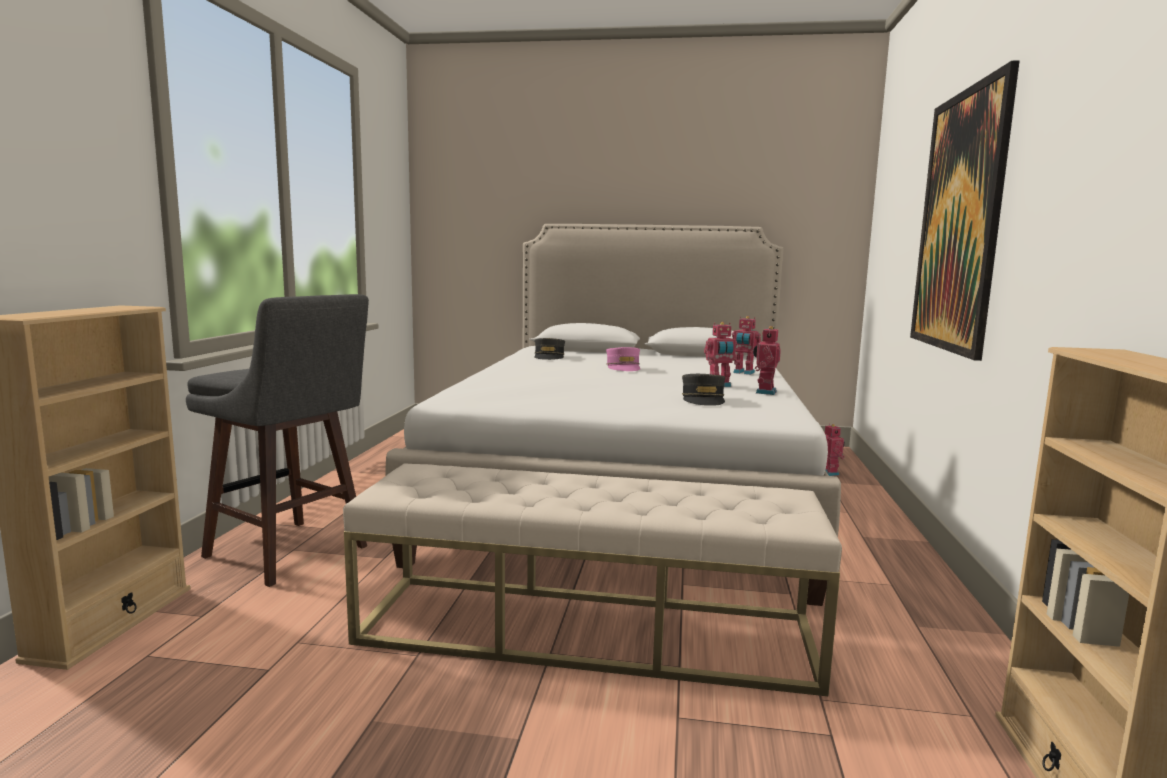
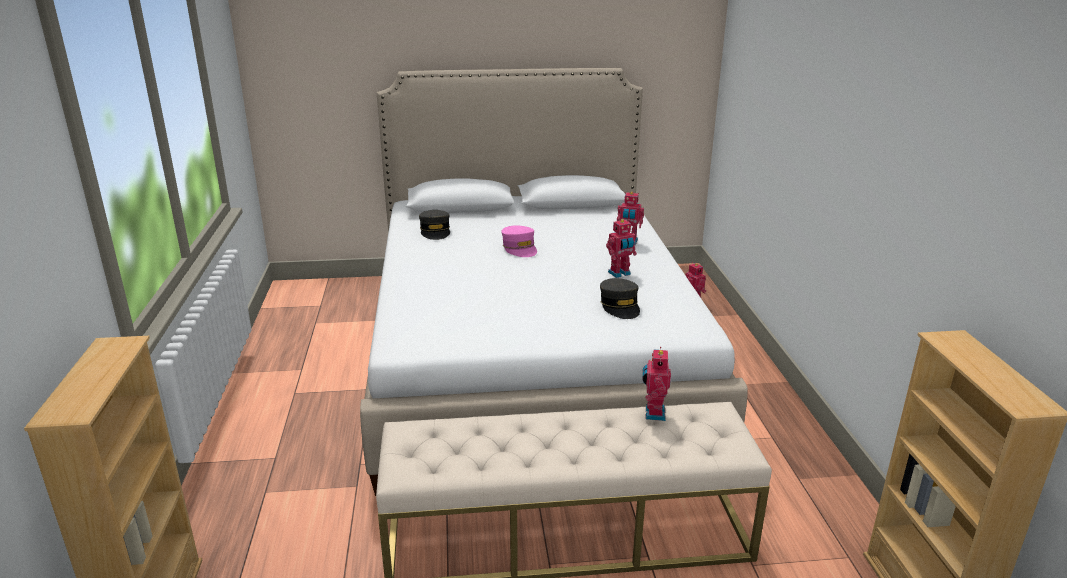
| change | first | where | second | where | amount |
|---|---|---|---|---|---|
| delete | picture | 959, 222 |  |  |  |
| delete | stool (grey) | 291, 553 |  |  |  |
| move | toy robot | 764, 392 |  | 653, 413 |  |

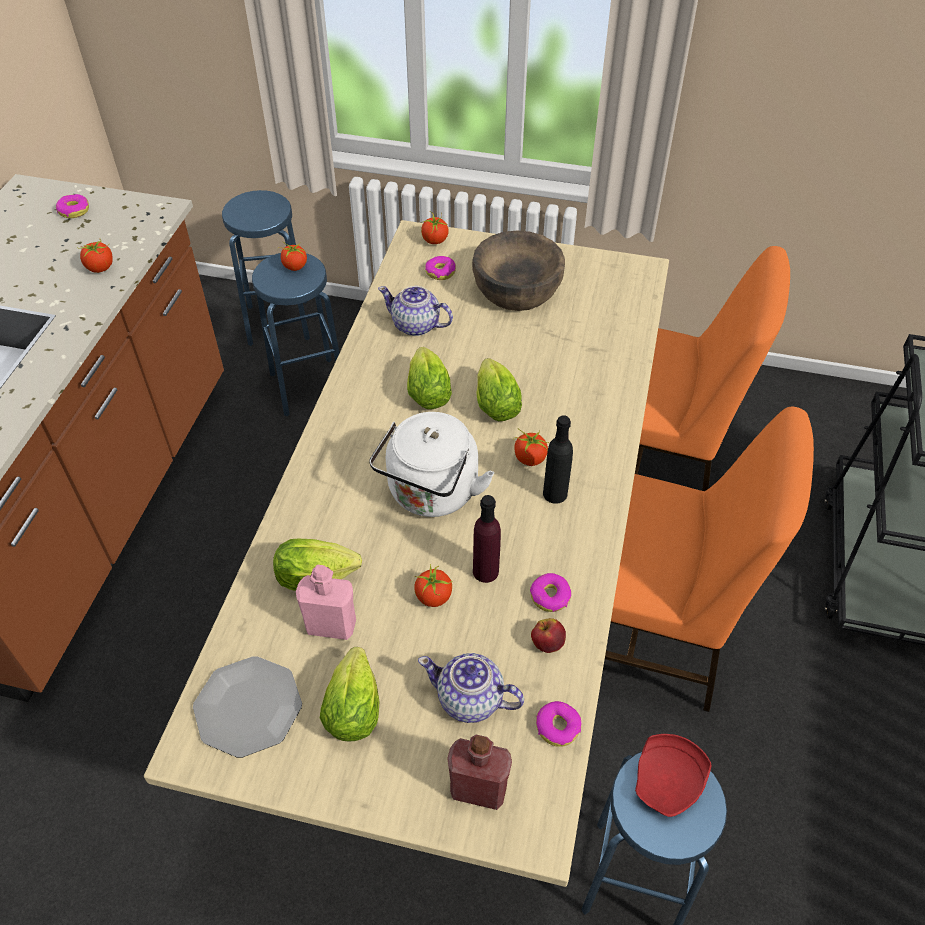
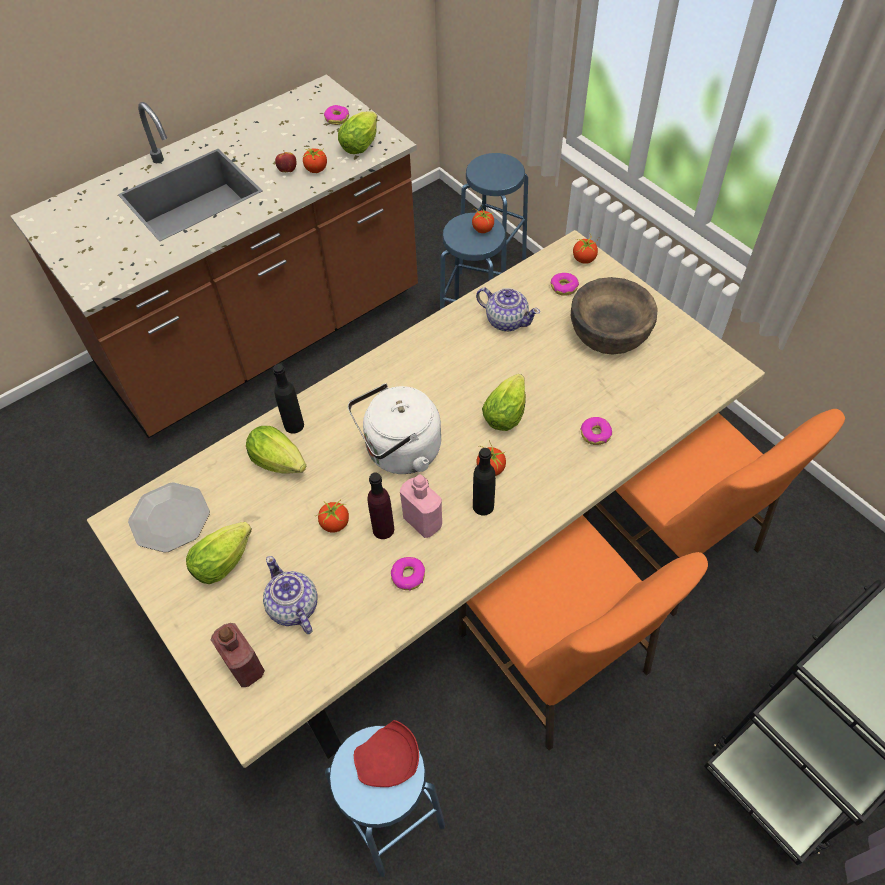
| change | first | where | second | where | amount |
|---|---|---|---|---|---|
| rotate | teapot | 416, 325 |  | 506, 320 | 150 degrees clockwise |
| move | lettuce | 427, 390 |  | 362, 144 |  |
| move | bottle (pink) | 331, 625 |  | 422, 522 |  |
| move | apple | 547, 643 |  | 287, 170 |  |
| move | donut | 558, 727 |  | 595, 434 |  |
| insert |  |  | bottle (black) | 294, 425 |  |

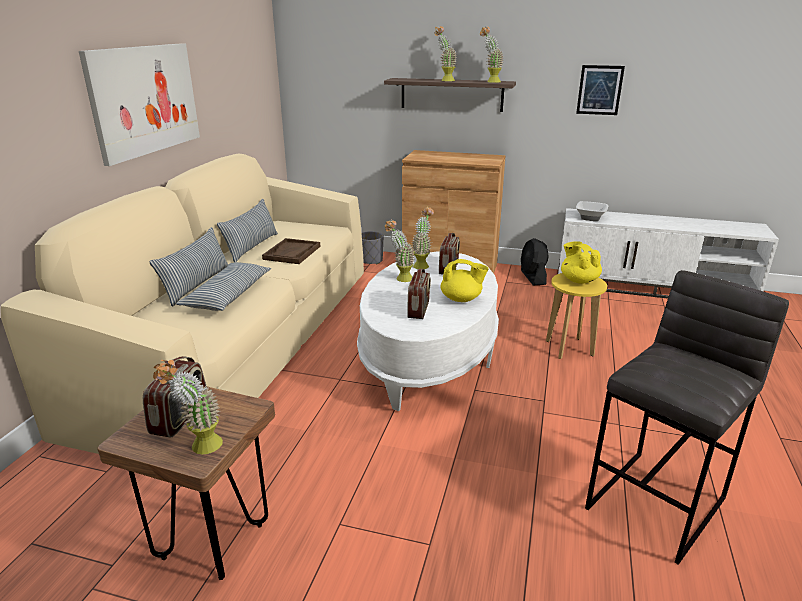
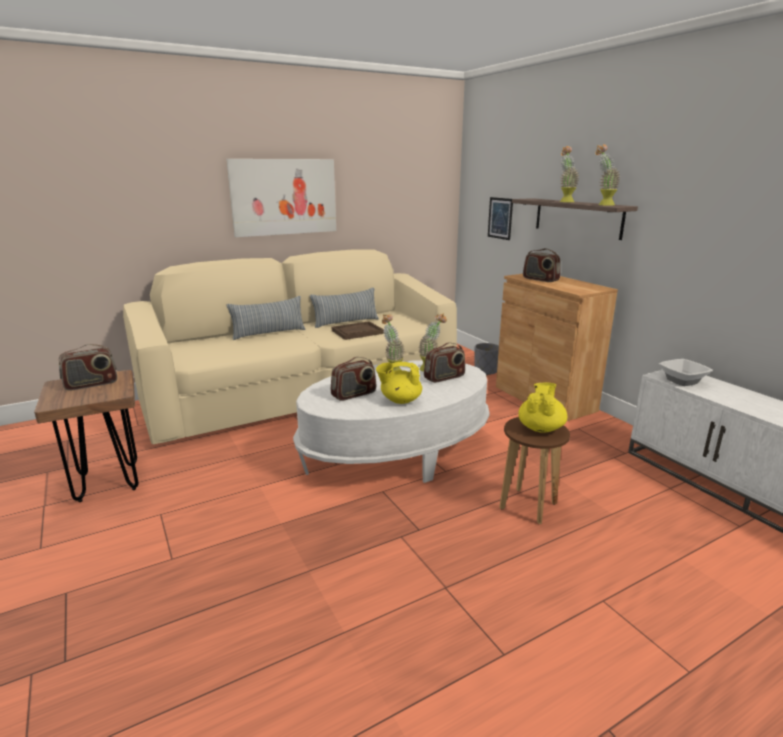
| change | first | where | second | where | amount |
|---|---|---|---|---|---|
| move | picture | 599, 90 |  | 500, 218 |  |
| delete | fan (black) | 533, 277 |  |  |  |
| rotate | teapot (yellow) | 461, 299 |  | 400, 400 | 120 degrees clockwise |
| delete | pillow | 228, 295 |  |  |  |
| delete | stool (grey) | 658, 503 |  |  |  |
| recolor | stool (yellow) | 569, 348 | stool (brown) | 528, 506 |  |
| delete | potted plant | 199, 448 |  |  |  |
| insert |  |  | radio | 540, 279 |  |

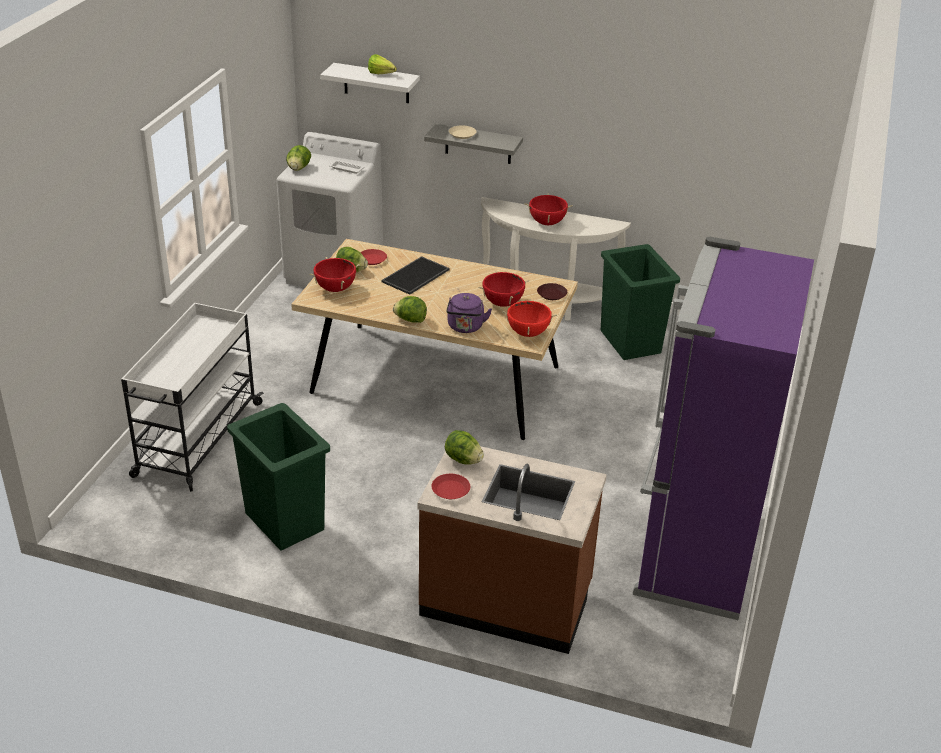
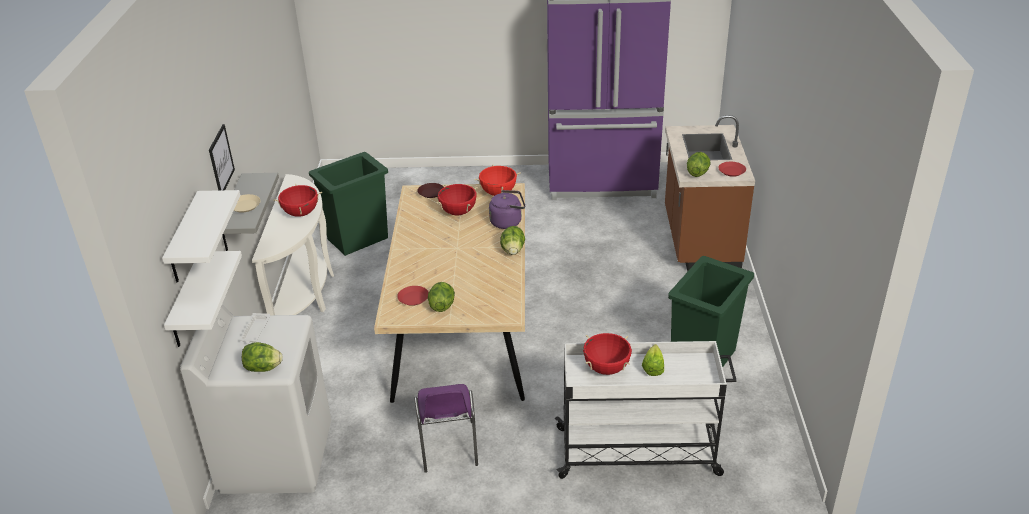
| change | first | where | second | where | amount |
|---|---|---|---|---|---|
| move | lettuce | 383, 75 |  | 654, 366 |  |
| delete | tray | 416, 276 |  |  |  |
| move | cooking pot (red) | 335, 288 |  | 606, 368 |  |
| insert |  |  | picture | 221, 160 |  |
| insert |  |  | shelf (white) | 186, 302 |  |
| insert |  |  | chair (purple) | 448, 448 |  |

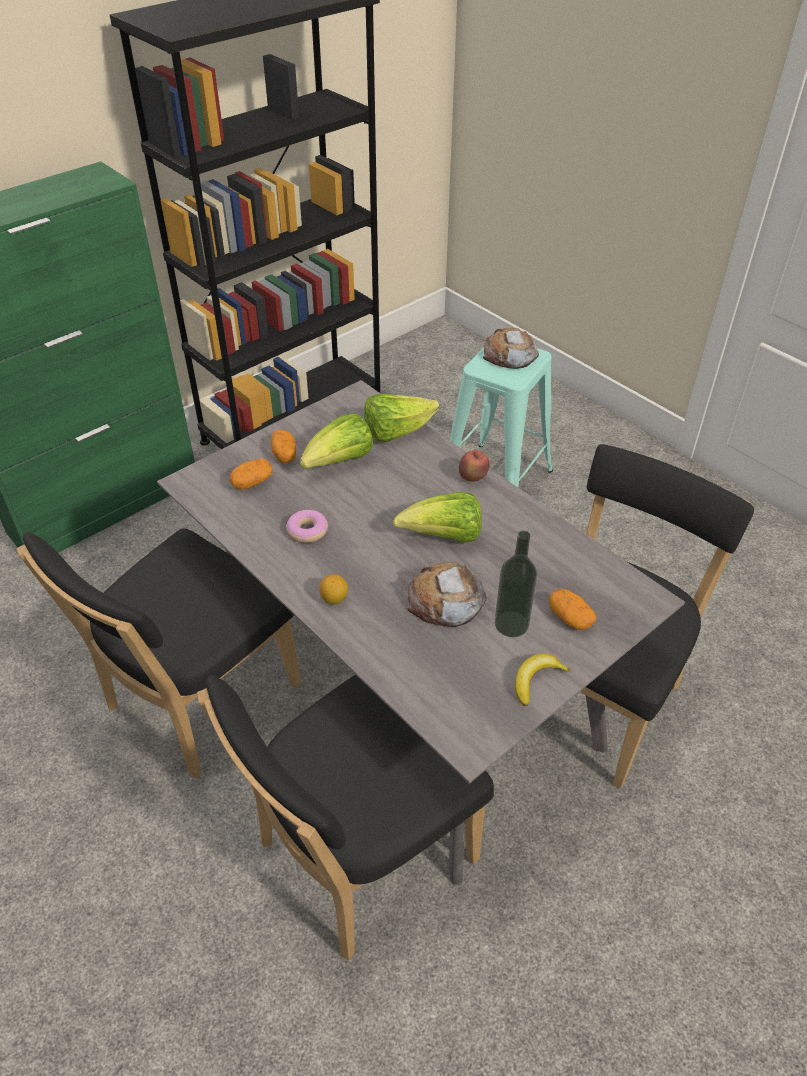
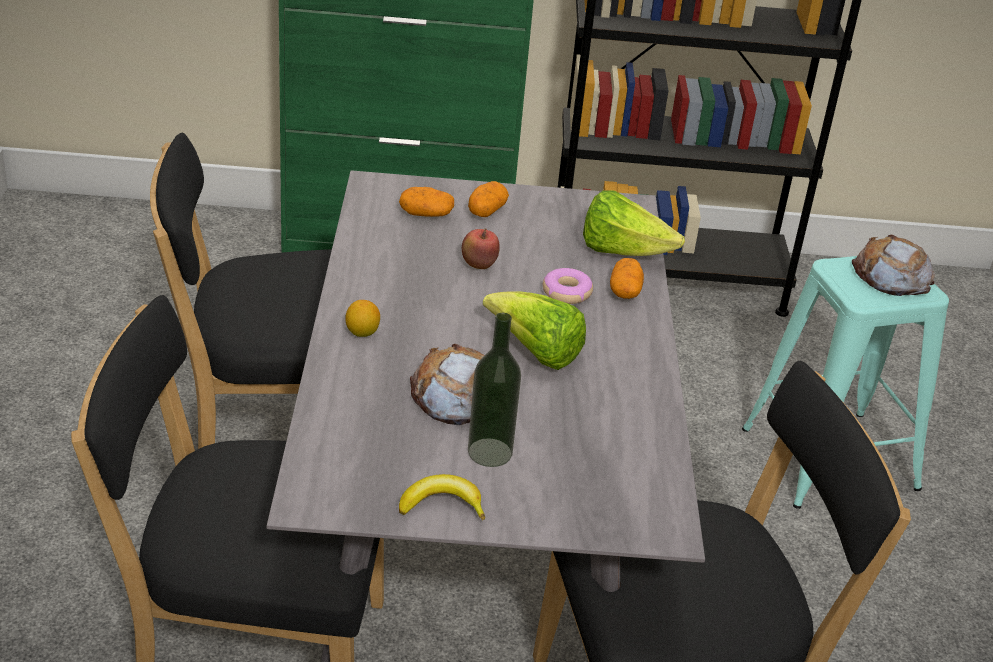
| change | first | where | second | where | amount |
|---|---|---|---|---|---|
| delete | lettuce | 340, 462 |  |  |  |
| move | apple | 473, 478 |  | 479, 266 |  |
| move | donut | 307, 531 |  | 566, 292 |  |
| move | potato | 569, 618 |  | 625, 291 |  |

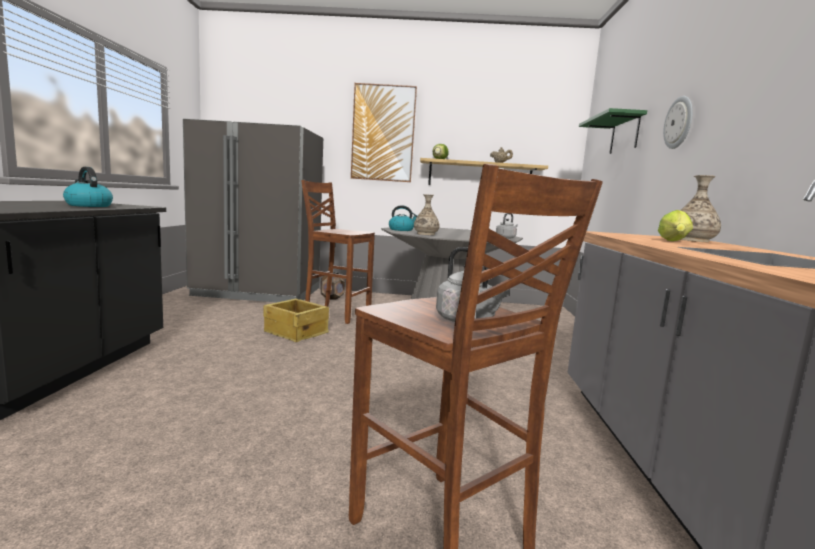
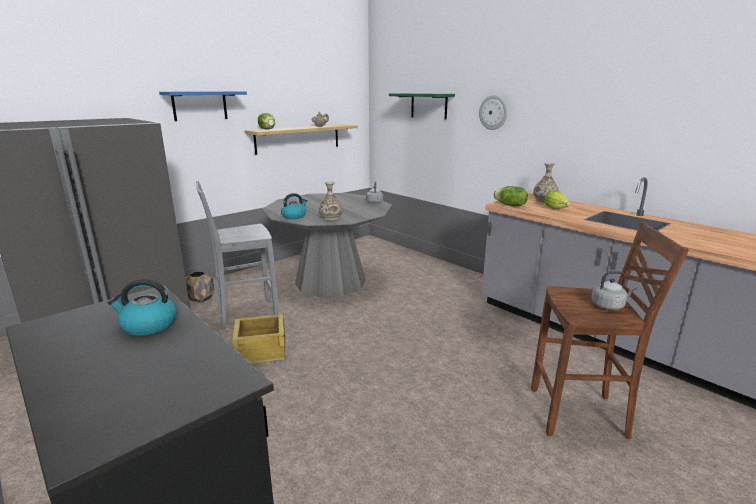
| change | first | where | second | where | amount |
|---|---|---|---|---|---|
| replace | picture | 383, 133 | shelf (blue) | 200, 105 |  |
| recolor | stool (brown) | 336, 313 | stool (grey) | 245, 315 |  |
| insert |  |  | lettuce | 510, 205 |  |

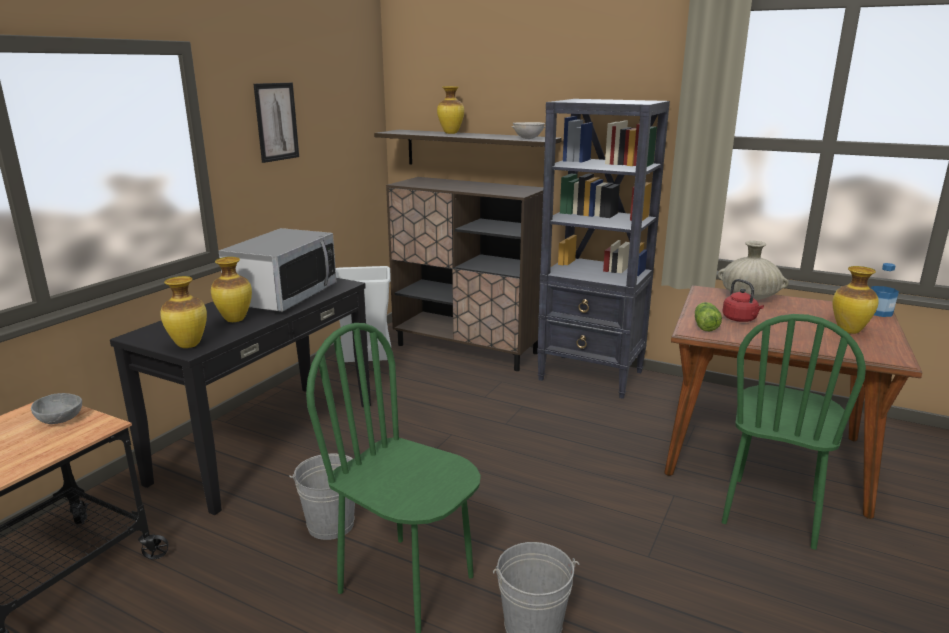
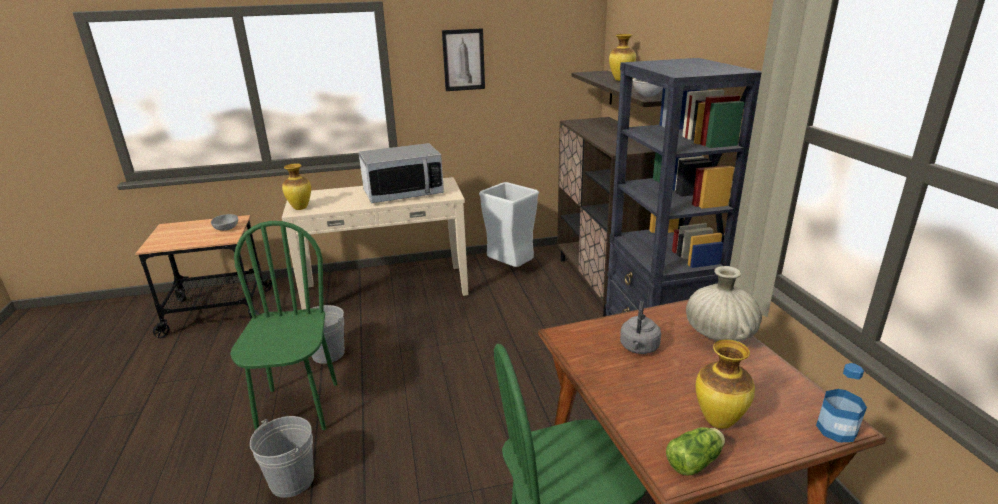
| change | first | where | second | where | amount |
|---|---|---|---|---|---|
| delete | vase | 235, 320 |  |  |  |
| recolor | console table (black) | 267, 441 | console table (beige) | 386, 289 |  |
| recolor | kettle (red) | 740, 319 | kettle (grey) | 639, 348 |  |
| move | lettuce | 705, 325 |  | 696, 461 |  |

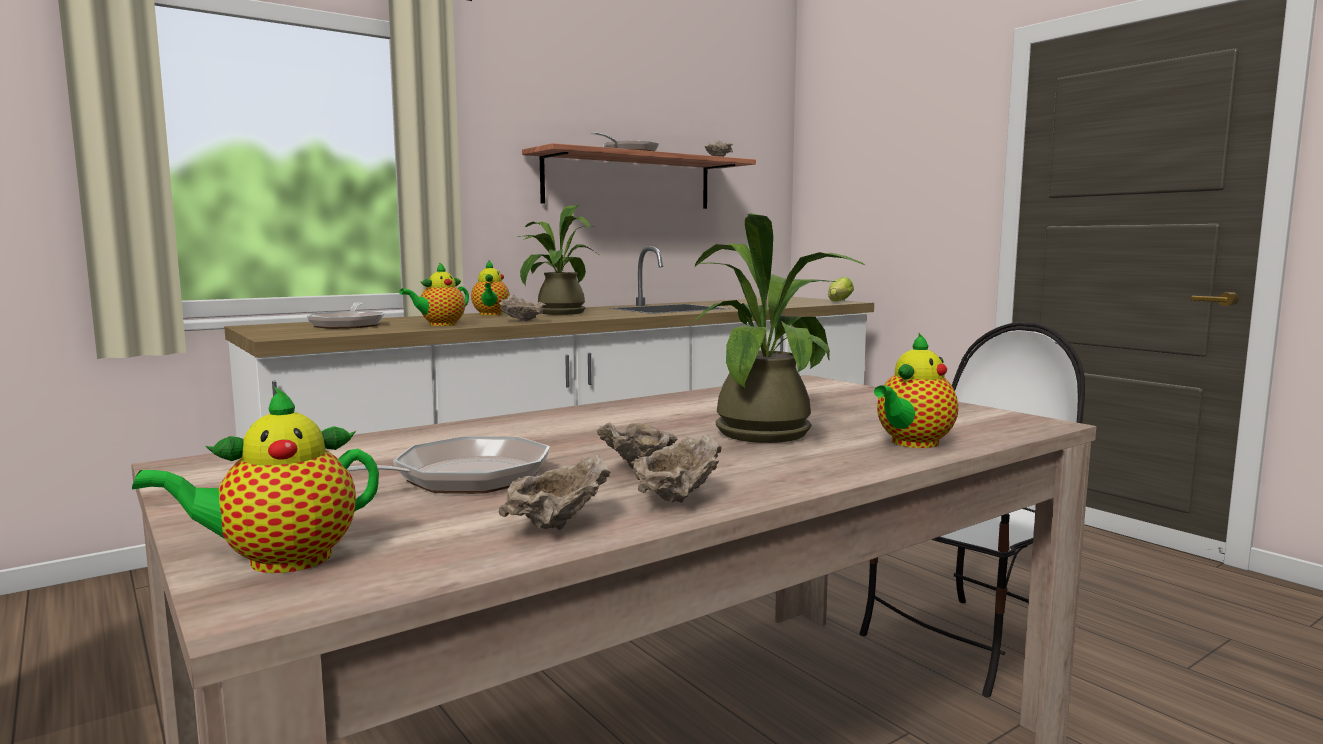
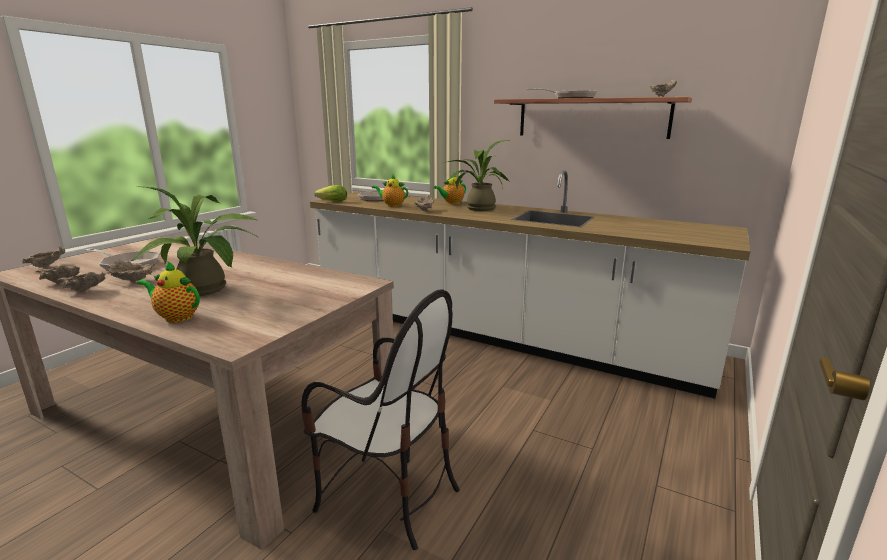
| change | first | where | second | where | amount |
|---|---|---|---|---|---|
| move | lettuce | 838, 302 |  | 331, 201 |  |
| replace | teapot | 280, 560 | bowl (beige) | 47, 266 |  |

